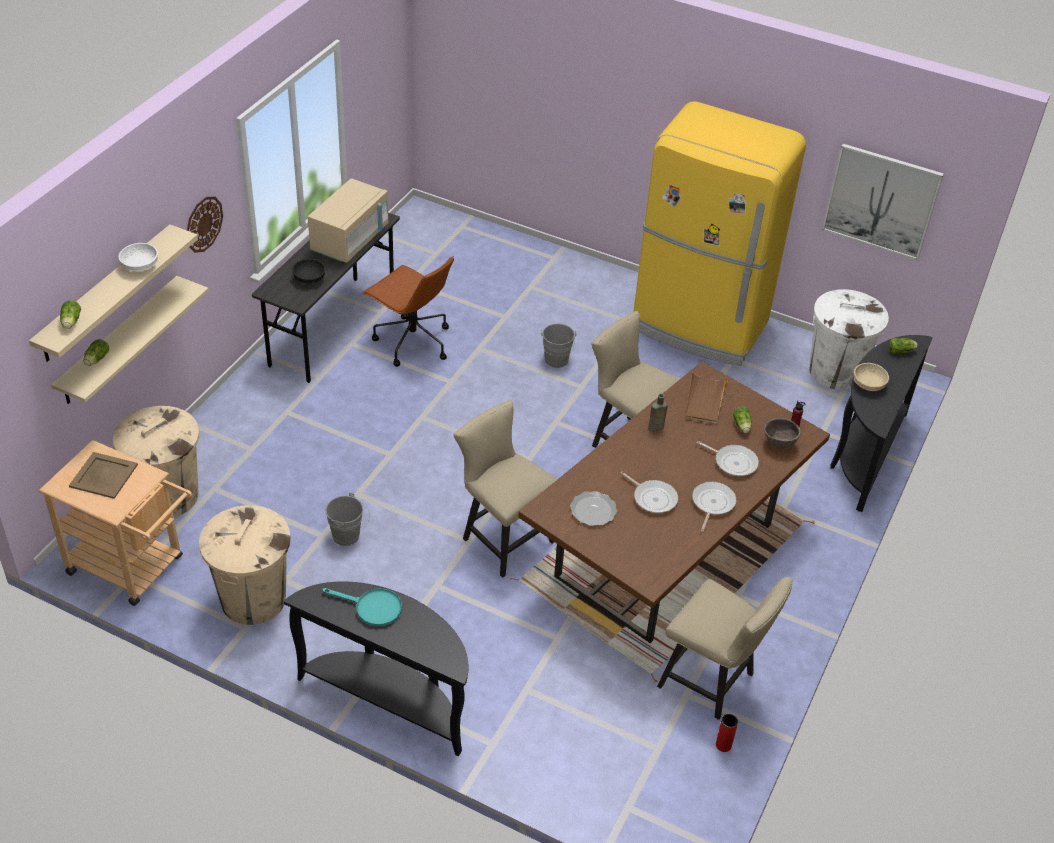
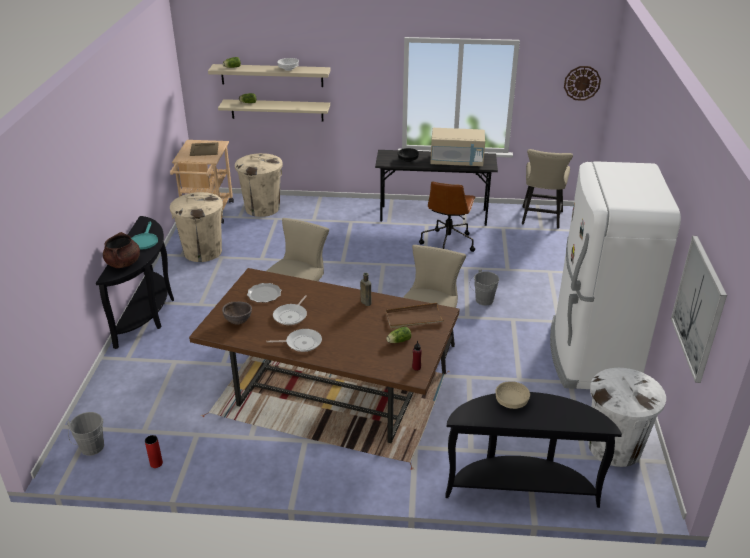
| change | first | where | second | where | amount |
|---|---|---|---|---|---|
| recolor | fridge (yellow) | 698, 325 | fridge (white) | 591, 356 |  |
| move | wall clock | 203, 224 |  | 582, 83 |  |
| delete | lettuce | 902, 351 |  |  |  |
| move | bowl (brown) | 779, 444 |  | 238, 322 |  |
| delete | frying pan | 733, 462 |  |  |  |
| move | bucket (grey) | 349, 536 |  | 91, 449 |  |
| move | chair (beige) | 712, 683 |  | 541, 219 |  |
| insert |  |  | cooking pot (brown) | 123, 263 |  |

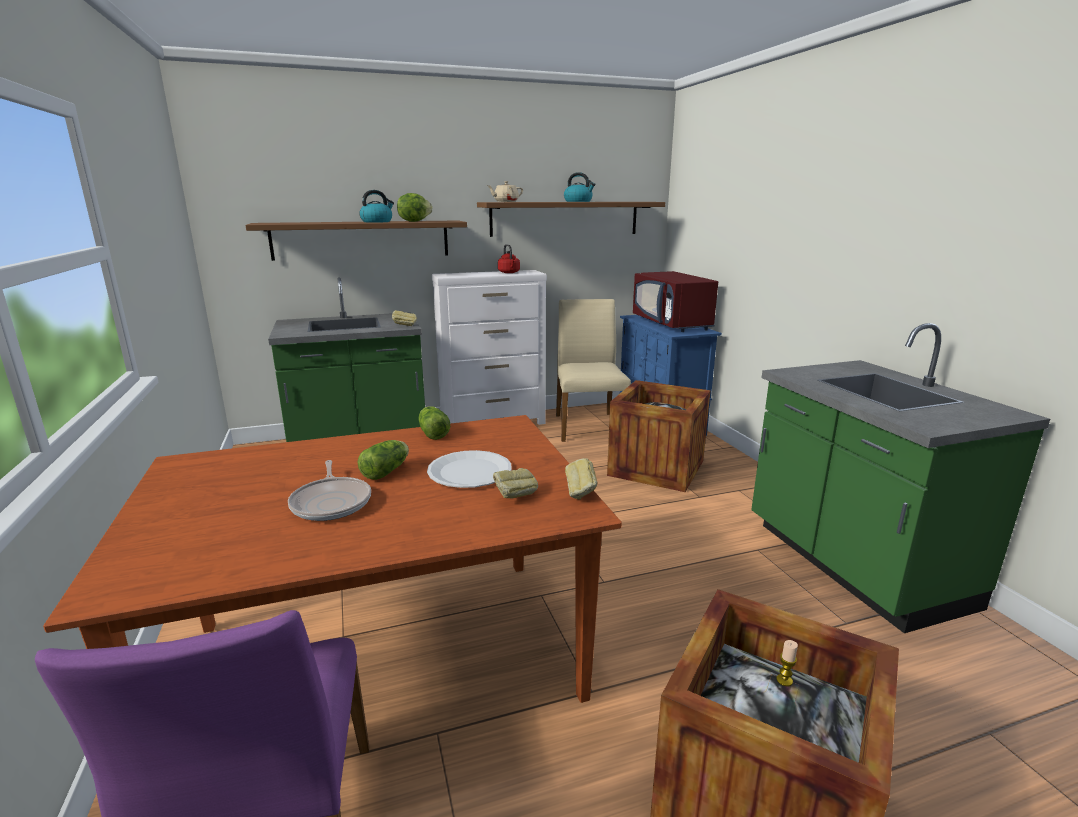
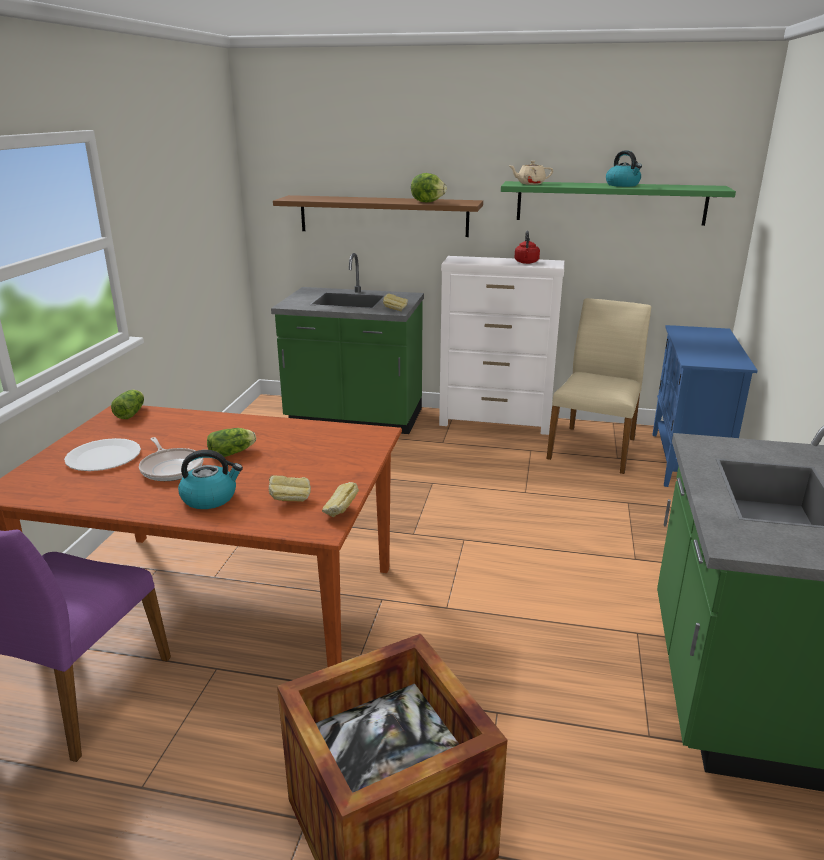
| change | first | where | second | where | amount |
|---|---|---|---|---|---|
| move | kettle | 377, 222 |  | 210, 498 |  |
| recolor | shelf (brown) | 565, 218 | shelf (green) | 610, 203 |  |
| delete | microwave (red) | 672, 324 |  |  |  |
| delete | crate | 656, 468 |  |  |  |
| move | lettuce | 433, 433 |  | 132, 413 |  |
| move | plate (white) | 470, 471 |  | 104, 457 |  |
| rotate | frying pan | 332, 502 |  | 171, 468 | 45 degrees counterclockwise |
| delete | candle | 784, 680 |  |  |  |

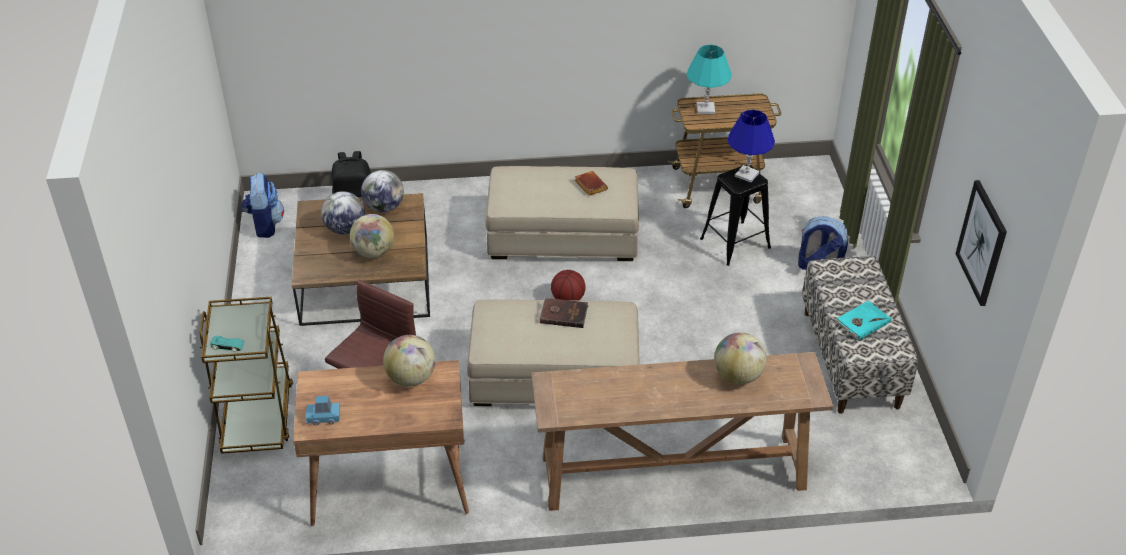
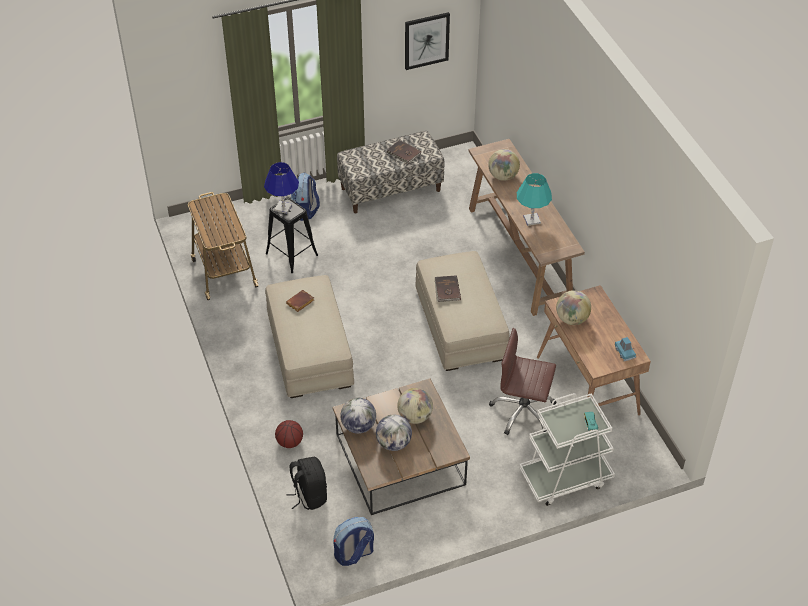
| change | first | where | second | where | amount |
|---|---|---|---|---|---|
| move | table lamp (turquoise) | 705, 109 |  | 531, 220 |  |
| move | basketball | 567, 299 |  | 290, 442 |  |
| recolor | cart (brown) | 257, 416 | cart (white) | 565, 478 |  |
| recolor | book (turquoise) | 862, 322 | book (brown) | 403, 153 |  |

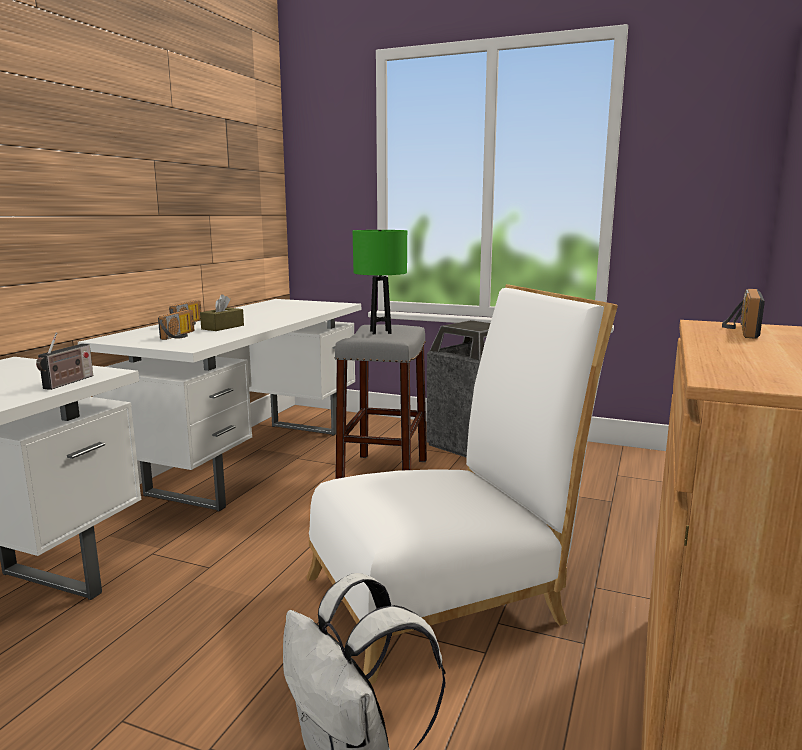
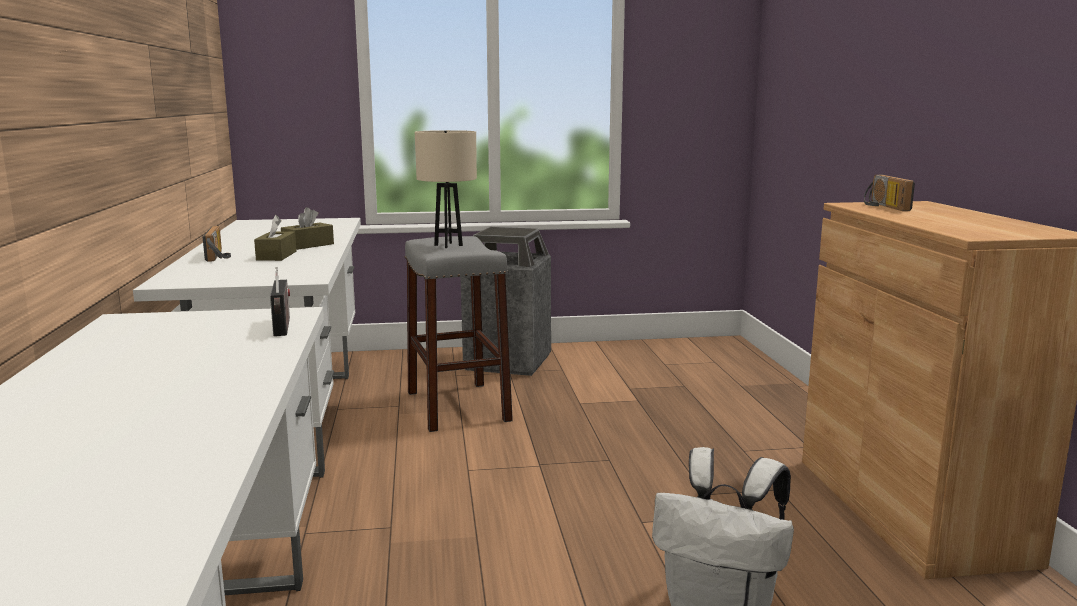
| change | first | where | second | where | amount |
|---|---|---|---|---|---|
| recolor | table lamp (green) | 380, 332 | table lamp (beige) | 448, 245 |  |
| delete | chair (white) | 446, 595 |  |  |  |
| delete | radio | 181, 335 |  |  |  |
| insert |  |  | tissue box (brown) | 308, 245 |  |

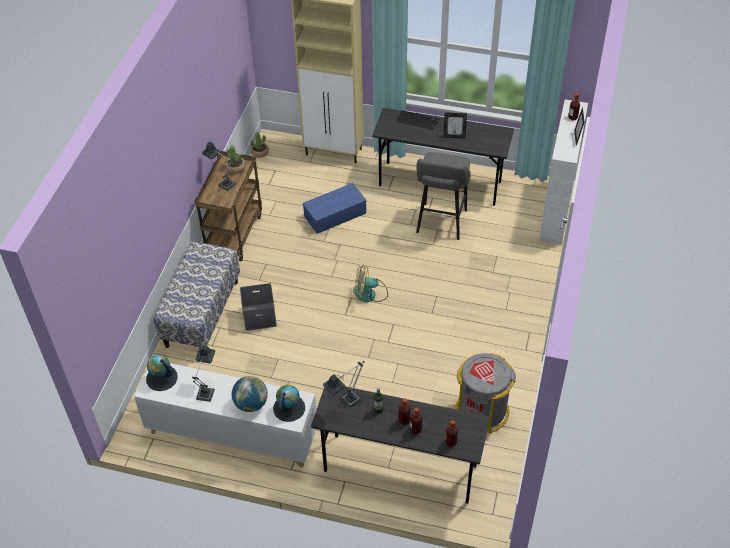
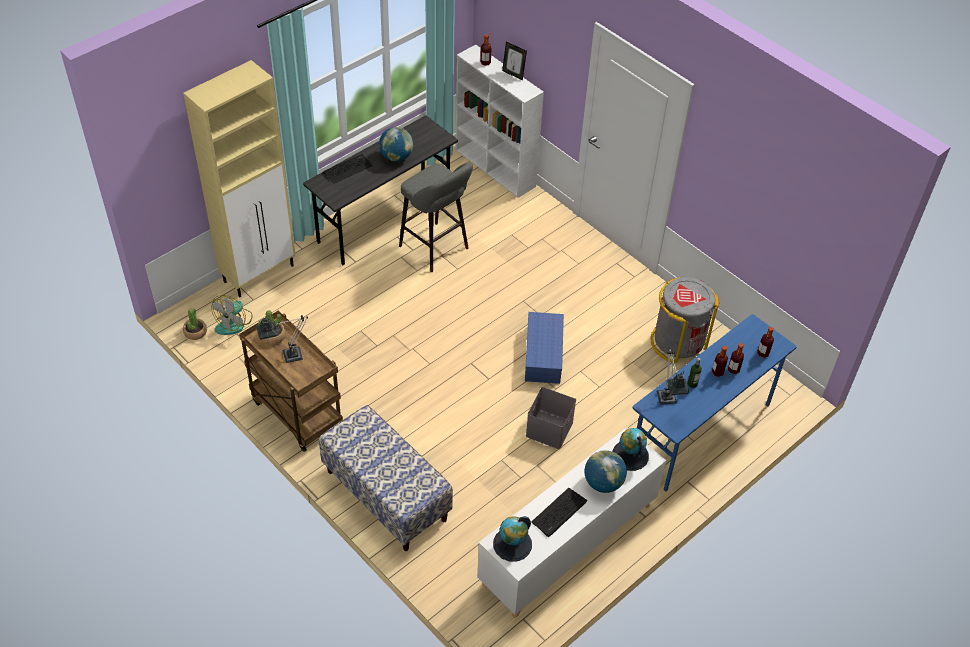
| change | first | where | second | where | amount |
|---|---|---|---|---|---|
| replace | picture frame | 454, 136 | globe | 396, 157 |  |
| move | storage box (blue) | 334, 215 |  | 544, 355 |  |
| move | fan | 370, 293 |  | 234, 323 |  |
| move | storage box (grey) | 259, 317 |  | 550, 430 |  |
| replace | table lamp | 206, 391 | keyboard | 559, 512 |  |
| recolor | desk (grey) | 399, 469 | desk (blue) | 701, 433 |  |

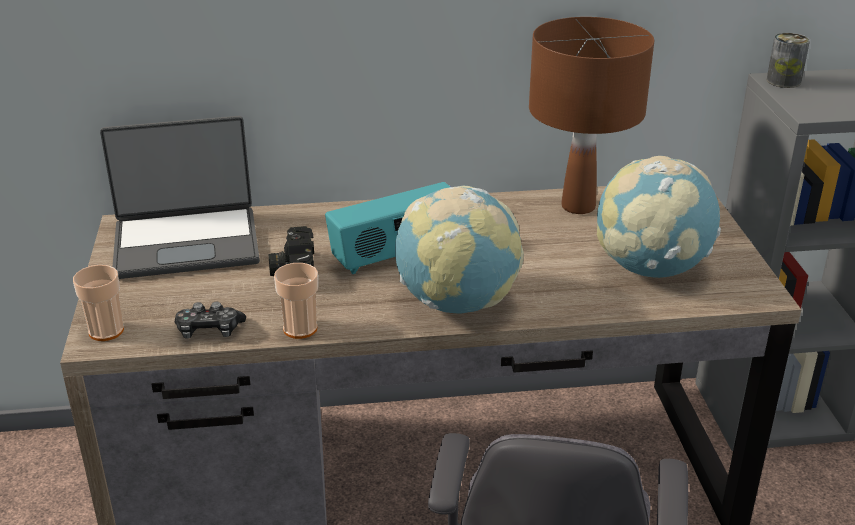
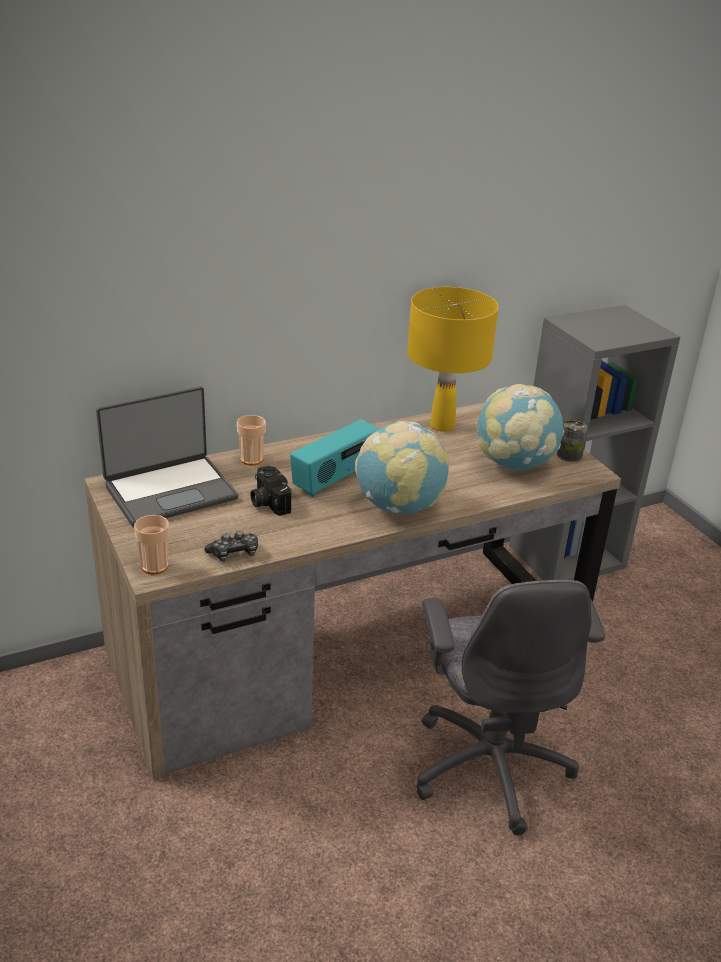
| change | first | where | second | where | amount |
|---|---|---|---|---|---|
| recolor | table lamp (brown) | 578, 206 | table lamp (yellow) | 442, 426 |  |
| move | can | 783, 81 |  | 569, 455 |  |
| move | cup | 300, 328 |  | 251, 459 |  |

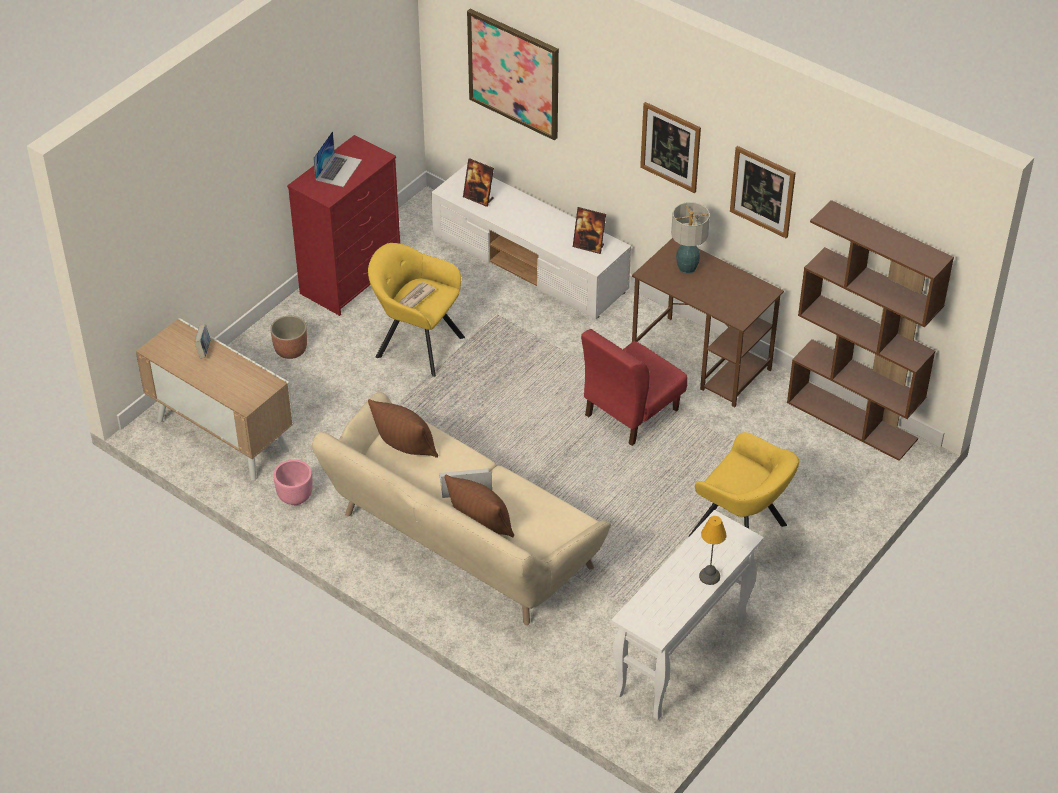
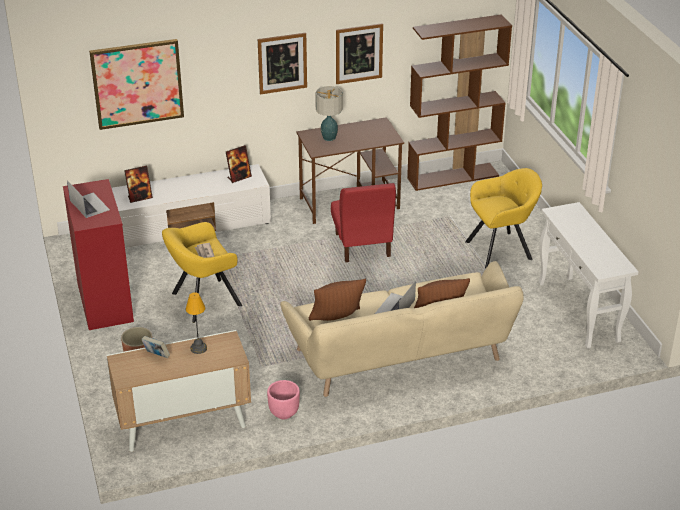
| change | first | where | second | where | amount |
|---|---|---|---|---|---|
| move | table lamp | 710, 576 |  | 199, 348 |  |

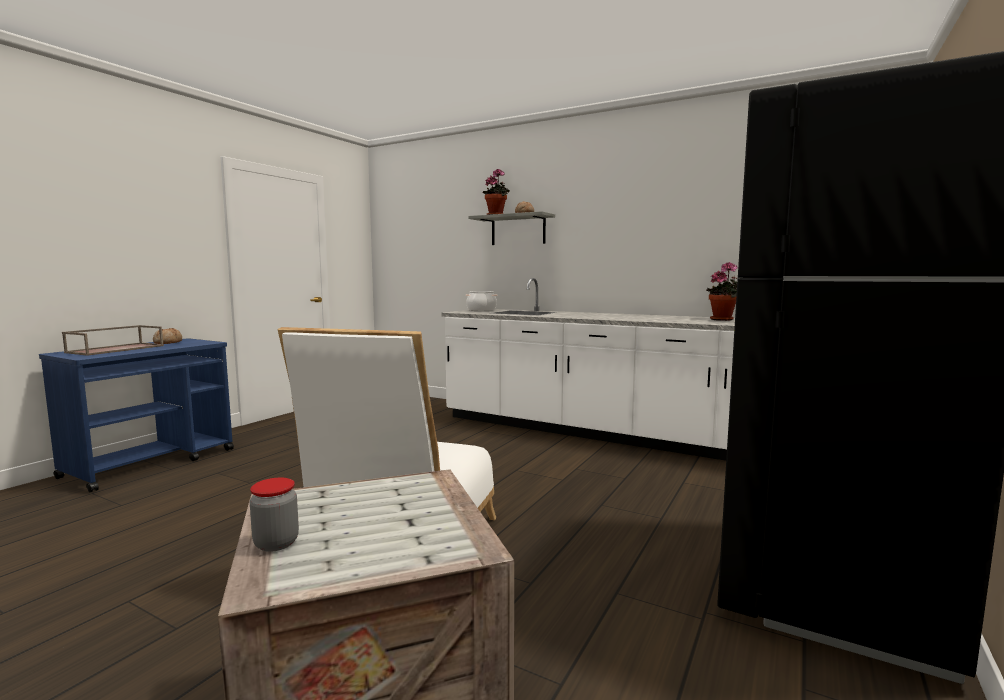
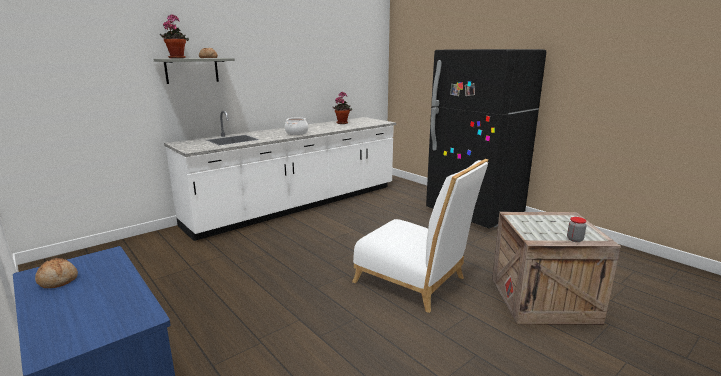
| change | first | where | second | where | amount |
|---|---|---|---|---|---|
| move | cooking pot | 481, 310 |  | 296, 133 |  |
| delete | tray (brown) | 116, 349 |  |  |  |

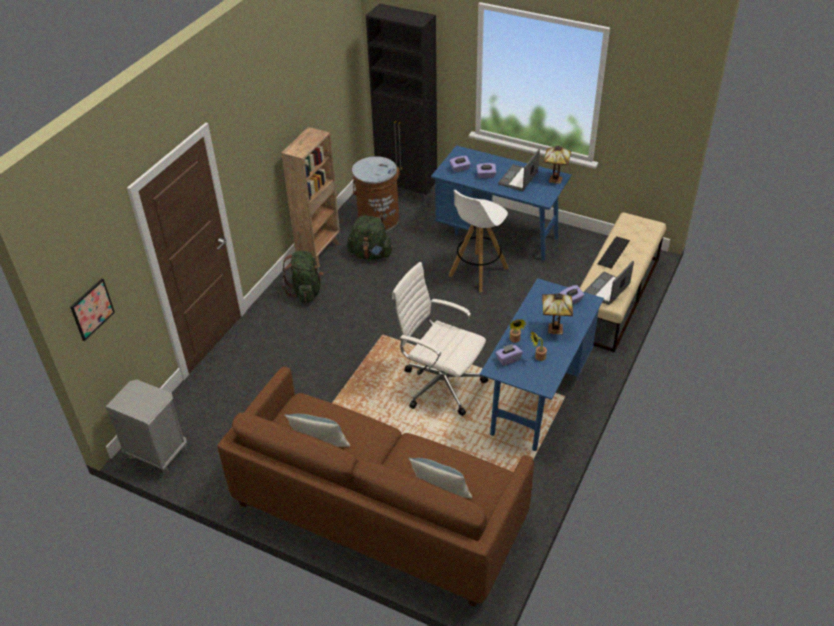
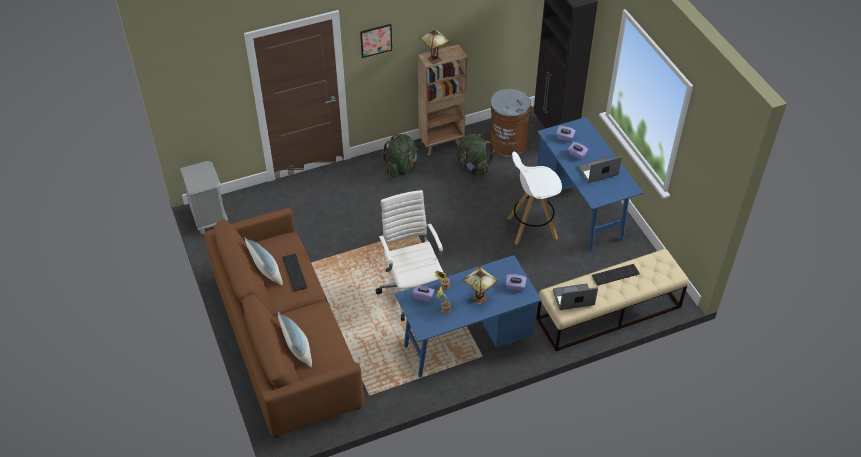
| change | first | where | second | where | amount |
|---|---|---|---|---|---|
| move | table lamp | 554, 180 |  | 433, 59 |  |
| move | picture | 92, 309 |  | 376, 40 |  |
| insert |  |  | keyboard | 293, 272 |  |

